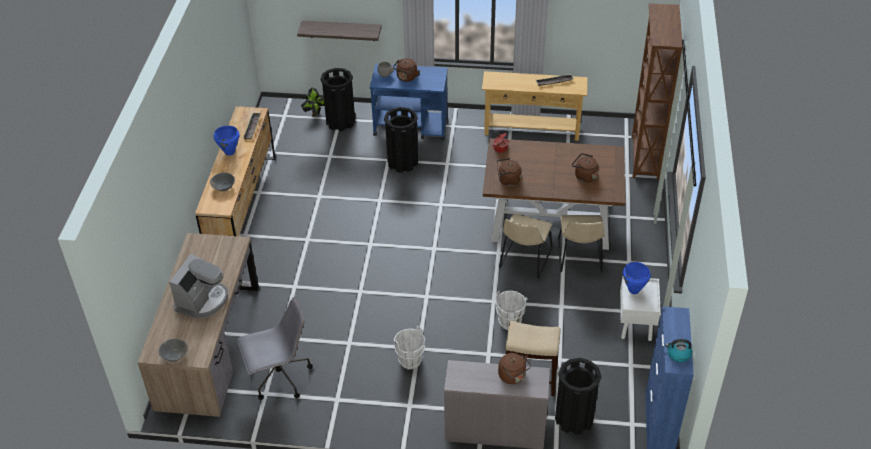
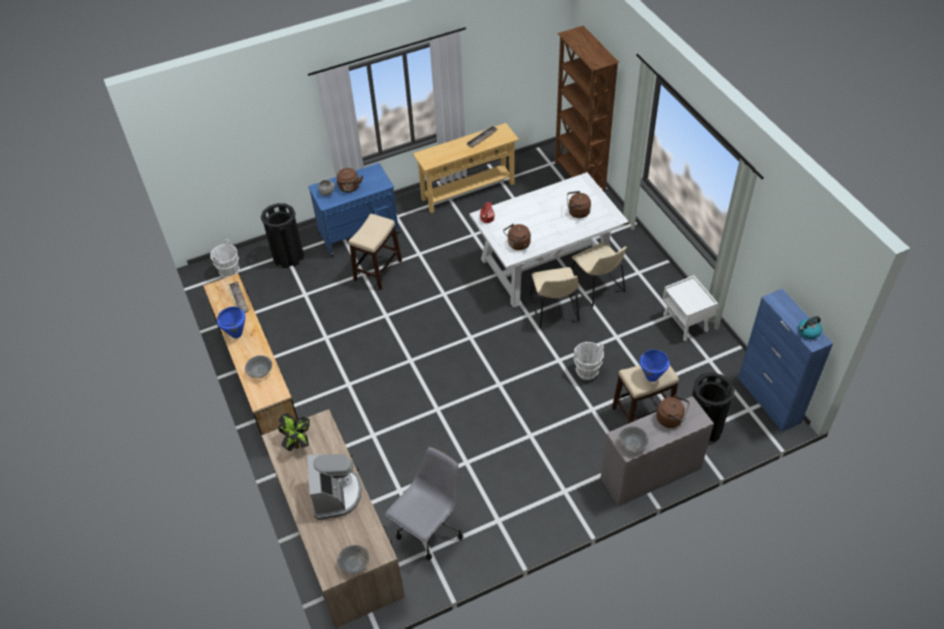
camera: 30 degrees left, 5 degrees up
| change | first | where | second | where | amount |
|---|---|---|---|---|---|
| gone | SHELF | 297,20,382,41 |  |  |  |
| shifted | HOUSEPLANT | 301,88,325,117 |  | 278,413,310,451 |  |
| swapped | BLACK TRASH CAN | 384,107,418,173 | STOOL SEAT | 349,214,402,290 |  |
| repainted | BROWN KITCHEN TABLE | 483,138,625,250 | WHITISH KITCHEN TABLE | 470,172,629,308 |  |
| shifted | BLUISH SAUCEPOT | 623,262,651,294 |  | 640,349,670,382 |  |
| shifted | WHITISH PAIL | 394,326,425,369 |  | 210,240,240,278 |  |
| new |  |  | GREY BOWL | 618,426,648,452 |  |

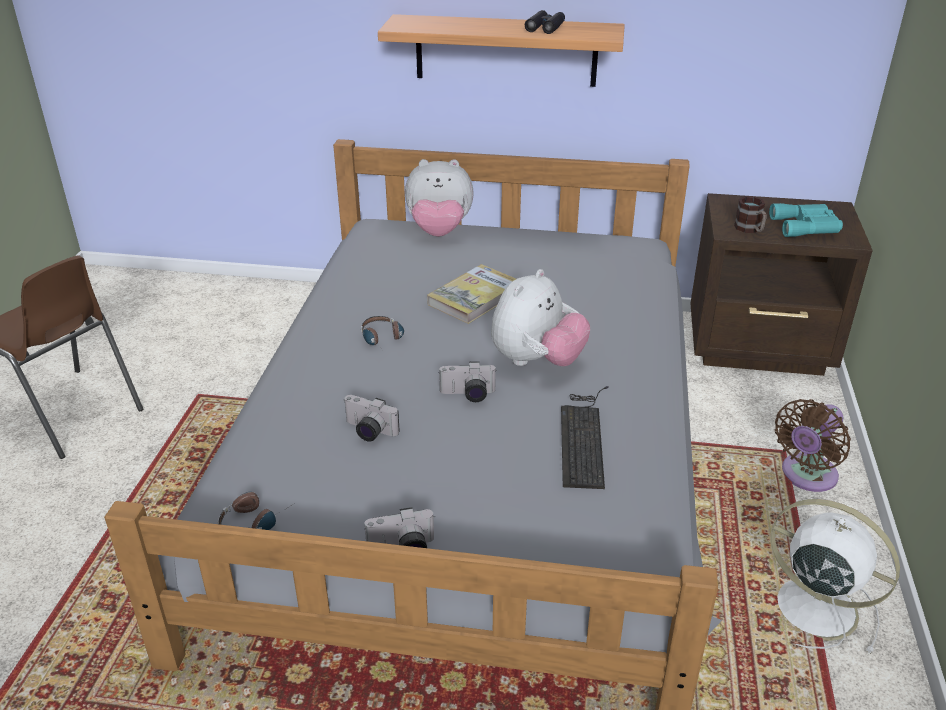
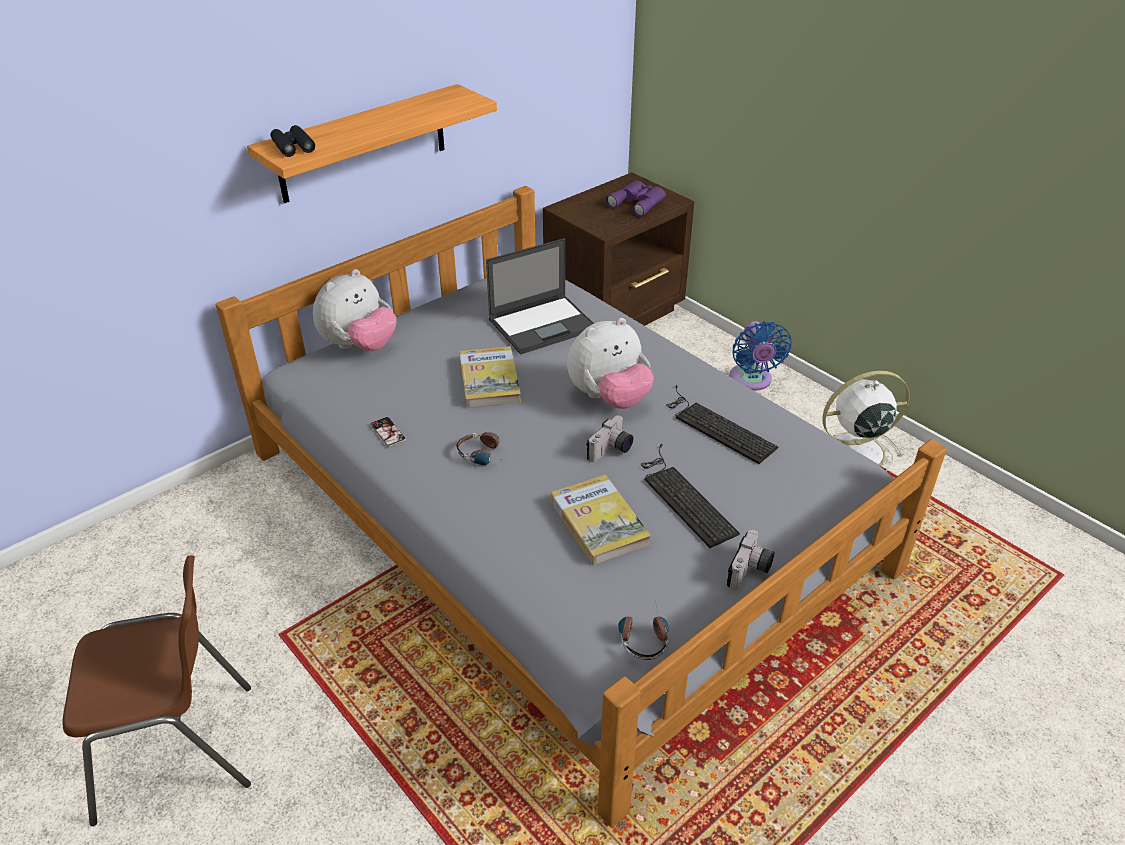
camera: 50 degrees left, 5 degrees up
| change | first | where | second | where | amount |
|---|---|---|---|---|---|
| shifted | BLACK FIELD GLASSES | 525,10,565,34 |  | 270,125,315,157 |  |
| gone | COFFEE MUG | 734,196,767,233 |  |  |  |
| repainted | TURQUOISE-COLOURED FIELD GLASSES | 769,203,843,237 | PURPLE-COLOURED FIELD GLASSES | 606,181,666,217 |  |
| rotated | CUDDLY TOY | 491,269,590,367 |  | 567,318,654,409 | 75 degrees clockwise |
| swapped | STILL CAMERA | 343,395,400,442 | BOUND BOOK | 551,475,651,565 |  |
| repainted | BROWN FAN | 775,399,851,492 | BLUISH FAN | 729,321,792,391 |  |
| new |  |  | PORTABLE COMPUTER | 486,238,594,355 |  |
| new |  |  | TELEPHONE | 370,417,406,447 |  |
| new |  |  | COMPUTER KEYBOARD | 641,444,740,548 |  |

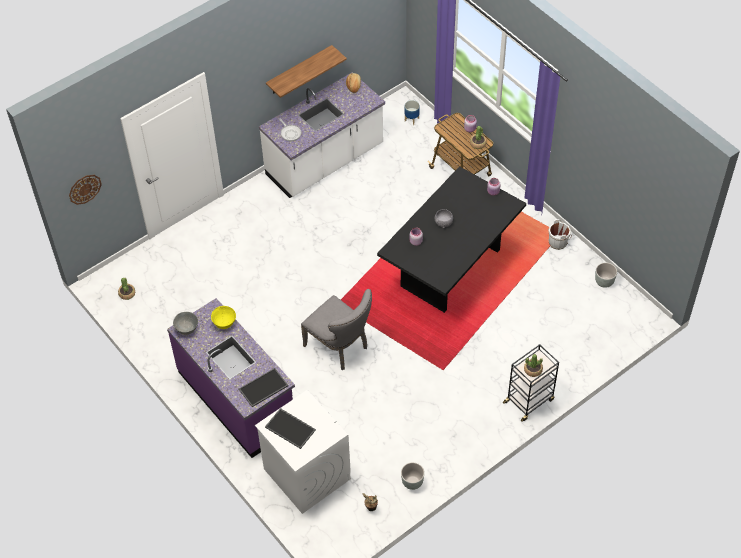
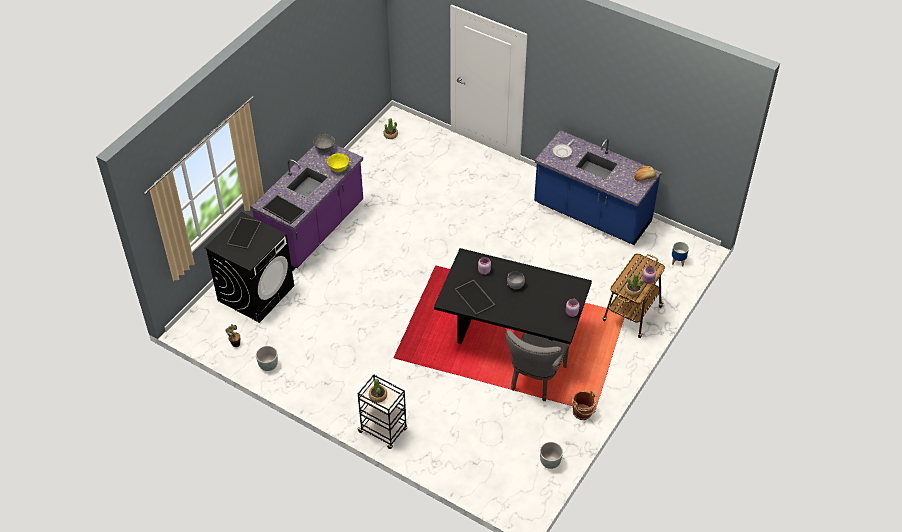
camera: 70 degrees right, 5 degrees down
| change | first | where | second | where | amount |
|---|---|---|---|---|---|
| gone | SHELF | 266,45,347,98 |  |  |  |
| repainted | WHITISH COUNTER | 259,72,385,198 | BLUISH COUNTER | 534,130,661,245 |  |
| gone | HANGING CLOCK | 69,175,102,205 |  |  |  |
| repainted | WHITISH PAIL | 548,219,572,250 | BROWN PAIL | 572,391,597,420 |  |
| shifted | GREY CHAIR | 301,289,372,370 |  | 505,330,570,401 |  |
| repainted | WHITISH LAUNDRY MACHINE | 255,390,351,514 | BLACK LAUNDRY MACHINE | 205,212,294,323 |  |
| new |  |  | TRAY | 455,280,495,315 |  |

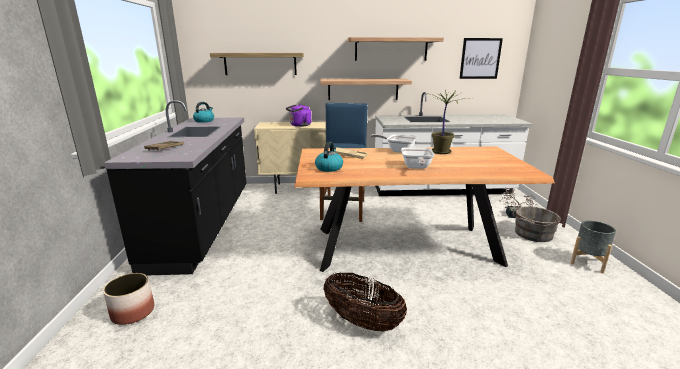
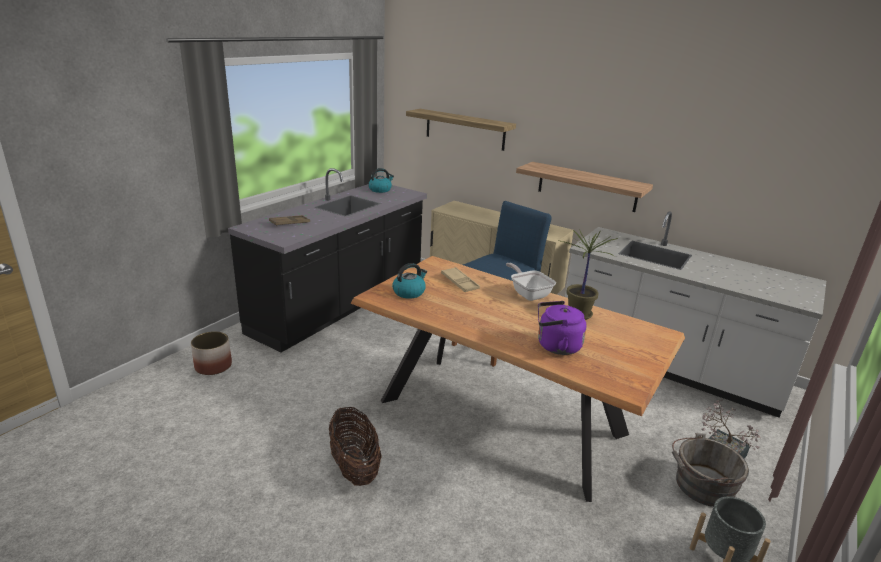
camera: 35 degrees right, 5 degrees up
| change | first | where | second | where | amount |
|---|---|---|---|---|---|
| gone | SHELF | 347,37,444,61 |  |  |  |
| gone | WALL ART | 459,38,503,79 |  |  |  |
| shifted | PURPLE-COLOURED TEA KETTLE | 286,104,312,127 |  | 538,301,587,355 |  |
| gone | SKILLET | 401,147,435,169 |  |  |  |

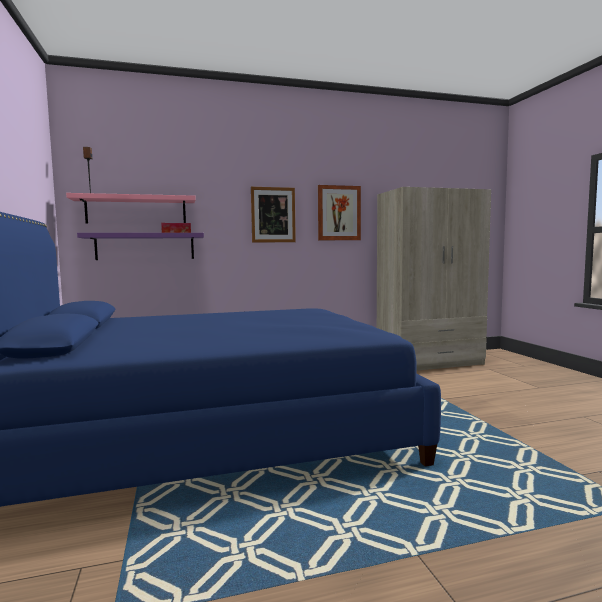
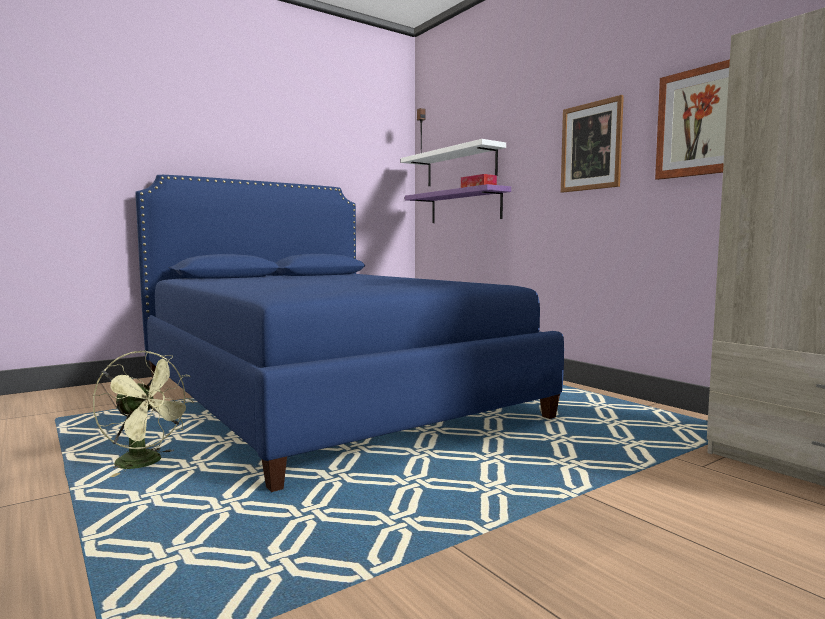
camera: 70 degrees right, 0 degrees up
| change | first | where | second | where | amount |
|---|---|---|---|---|---|
| repainted | PINKISH SHELF | 66,193,196,224 | WHITISH SHELF | 401,139,506,186 |  |
| new |  |  | GREENISH FAN | 93,351,194,477 |  |

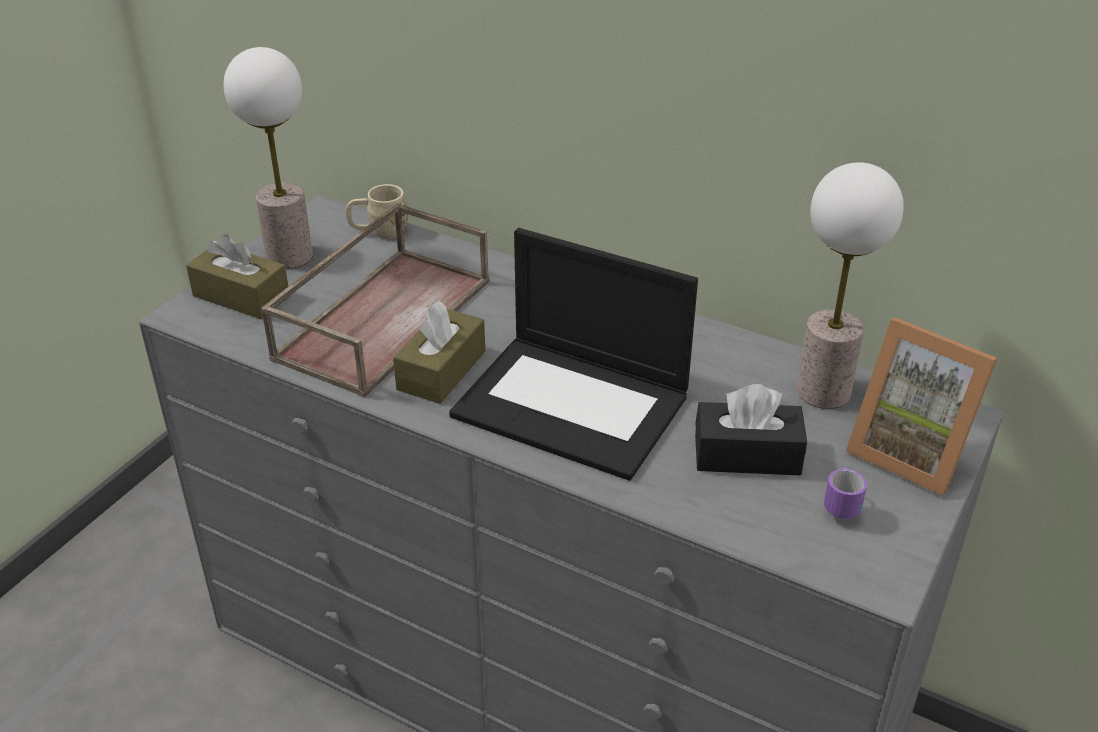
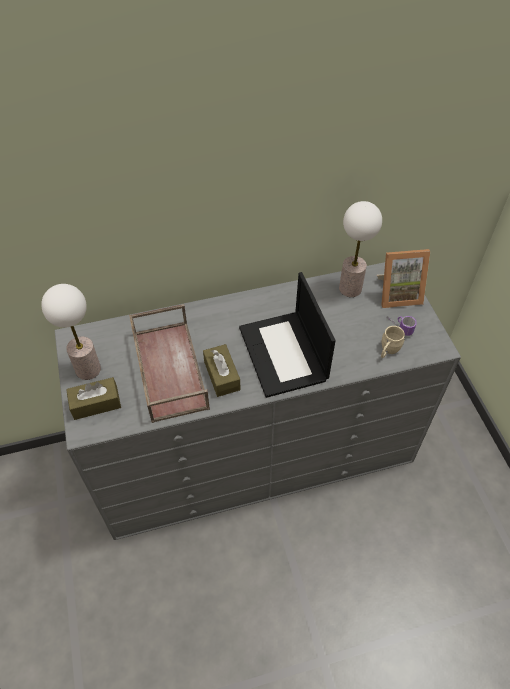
camera: 45 degrees left, 15 degrees up
| change | first | where | second | where | amount |
|---|---|---|---|---|---|
| shifted | SAND-COLOURED COFFEE MUG | 346,184,408,239 |  | 381,326,405,358 |  |
| rotated | PORTABLE COMPUTER | 449,228,698,481 |  | 239,272,336,398 | 90 degrees clockwise |
| gone | BLACK TISSUE BOX | 695,384,807,475 |  |  |  |

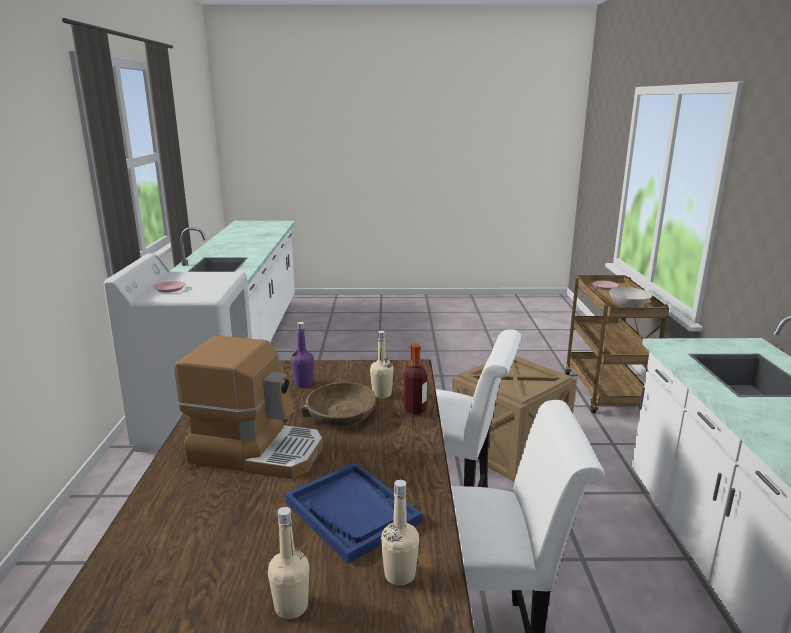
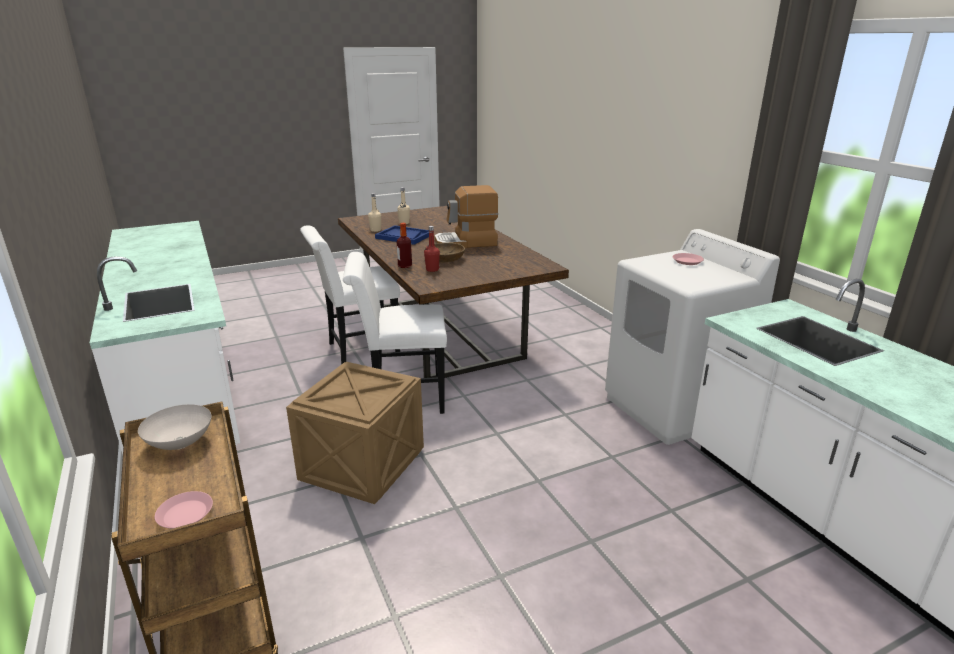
camera: 155 degrees right, 5 degrees up
| change | first | where | second | where | amount |
|---|---|---|---|---|---|
| gone | PURPLE-COLOURED DRINK BOTTLE | 291,322,314,387 |  |  |  |
| repainted | SAND-COLOURED DRINK BOTTLE | 370,331,394,398 | REDDISH DRINK BOTTLE | 424,226,440,272 |  |

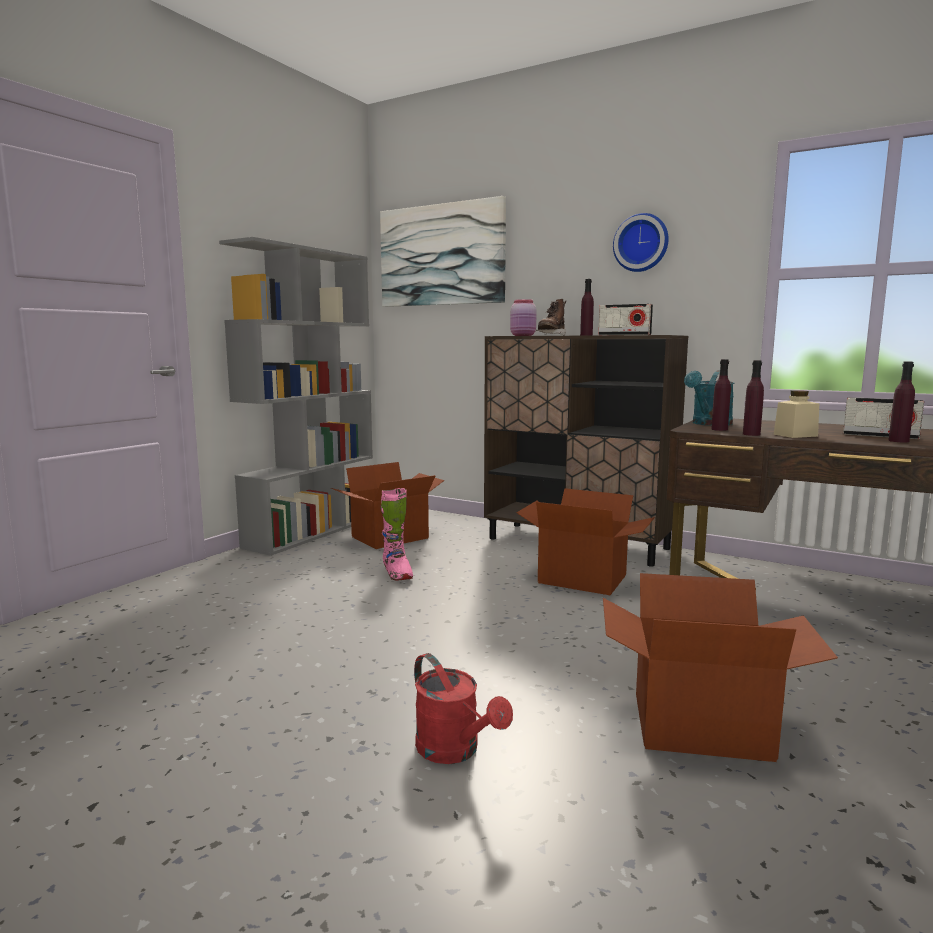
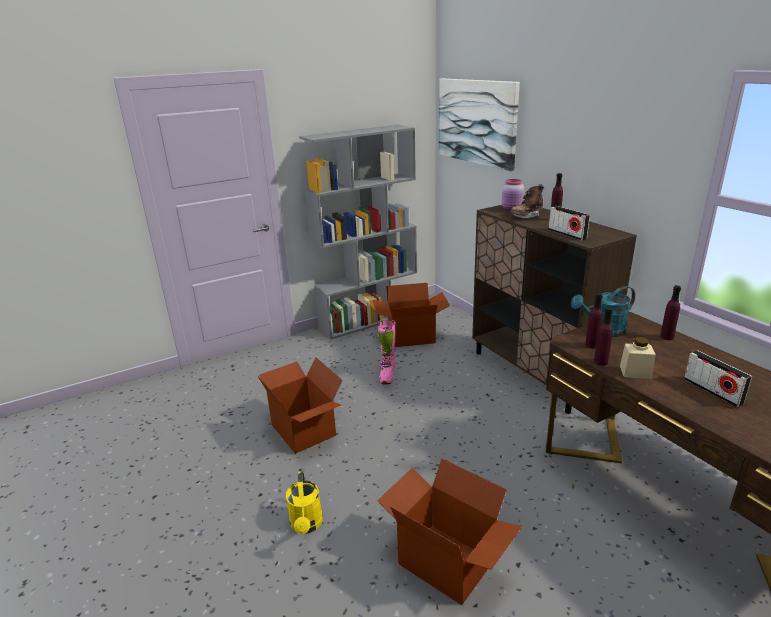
camera: 30 degrees right, 15 degrees up
| change | first | where | second | where | amount |
|---|---|---|---|---|---|
| gone | HANGING CLOCK | 613,213,669,272 |  |  |  |
| shifted | PURPLE-COLOURED DRINK BOTTLE | 888,362,915,443 |  | 660,285,681,340 |  |
| shifted | PACKING BOX | 516,488,655,595 |  | 257,357,343,454 |  |
| repainted | REDDISH SPRINKLING CAN | 414,653,513,764 | YELLOW-COLOURED SPRINKLING CAN | 286,471,323,534 |  |

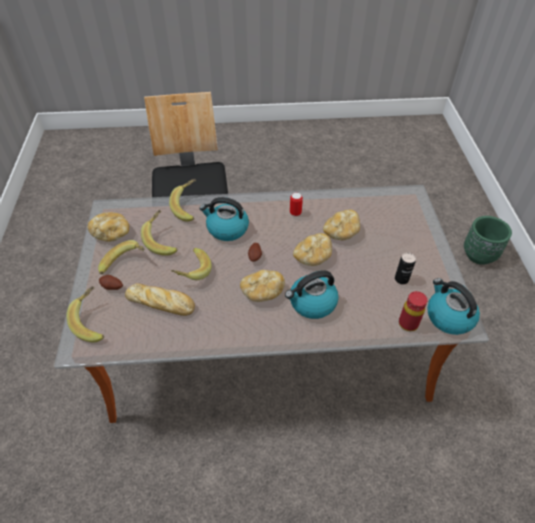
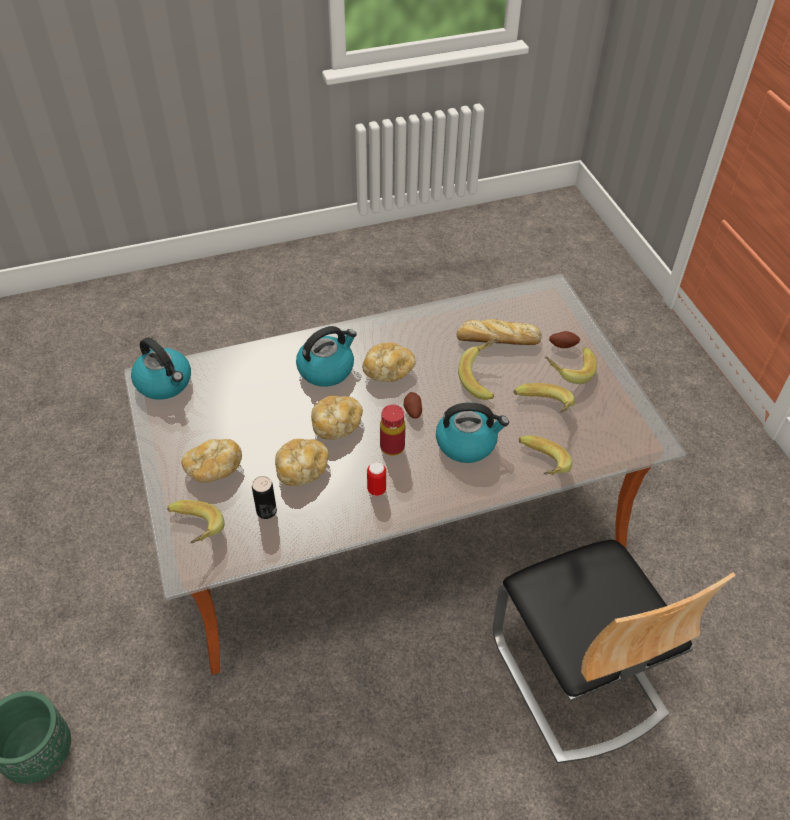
camera: 165 degrees right, 0 degrees up
| change | first | where | second | where | amount |
|---|---|---|---|---|---|
| shifted | BAKERY BREAD | 87,212,129,242 |  | 181,439,242,483 |  |
| shifted | SEALED CAN | 395,252,416,284 |  | 252,476,277,519 |  |
| shifted | BANANA FRUIT | 66,286,104,342 |  | 167,500,224,543 |  |
| shifted | REDDISH DRINK BOTTLE | 399,291,427,331 |  | 380,405,405,456 |  |

